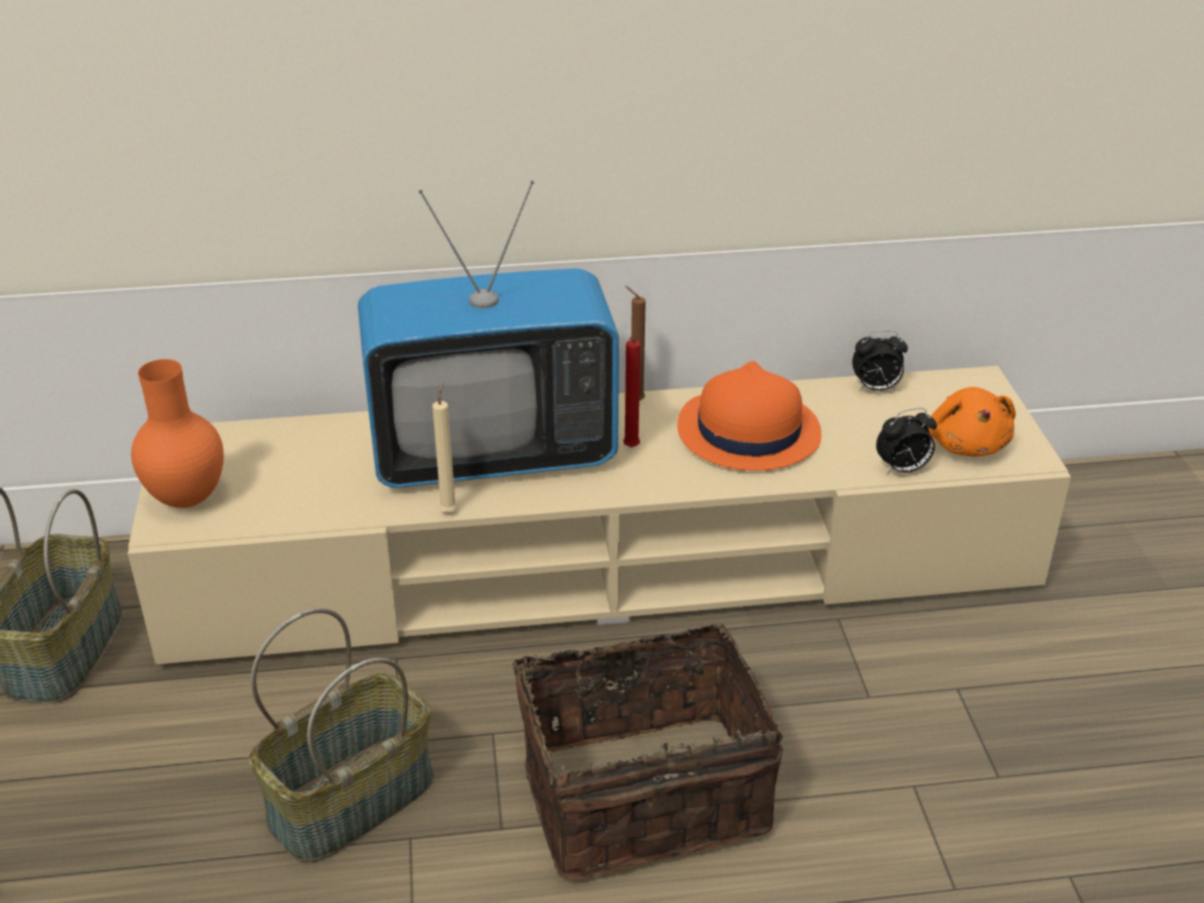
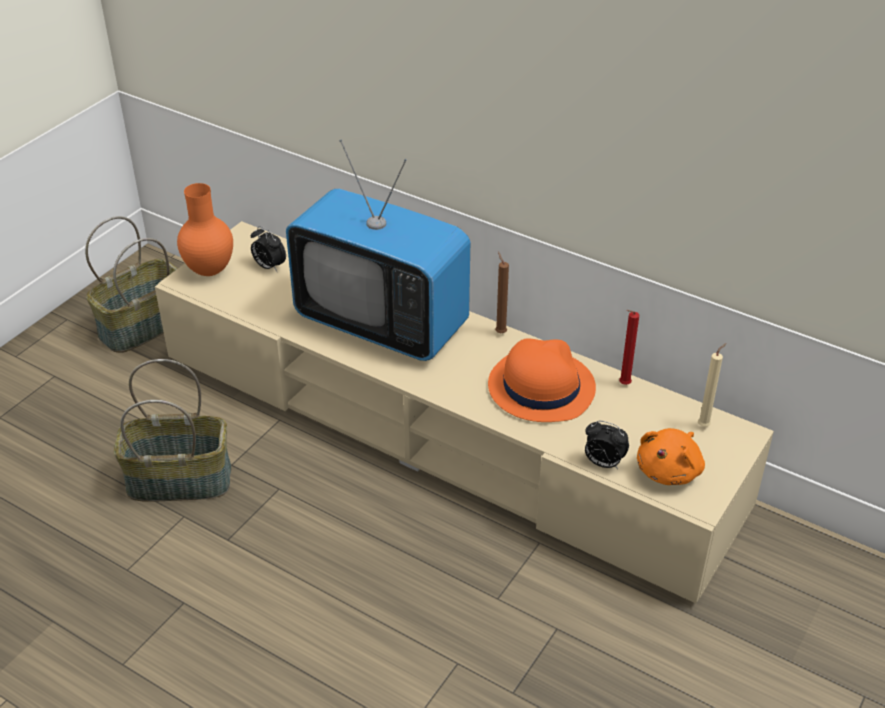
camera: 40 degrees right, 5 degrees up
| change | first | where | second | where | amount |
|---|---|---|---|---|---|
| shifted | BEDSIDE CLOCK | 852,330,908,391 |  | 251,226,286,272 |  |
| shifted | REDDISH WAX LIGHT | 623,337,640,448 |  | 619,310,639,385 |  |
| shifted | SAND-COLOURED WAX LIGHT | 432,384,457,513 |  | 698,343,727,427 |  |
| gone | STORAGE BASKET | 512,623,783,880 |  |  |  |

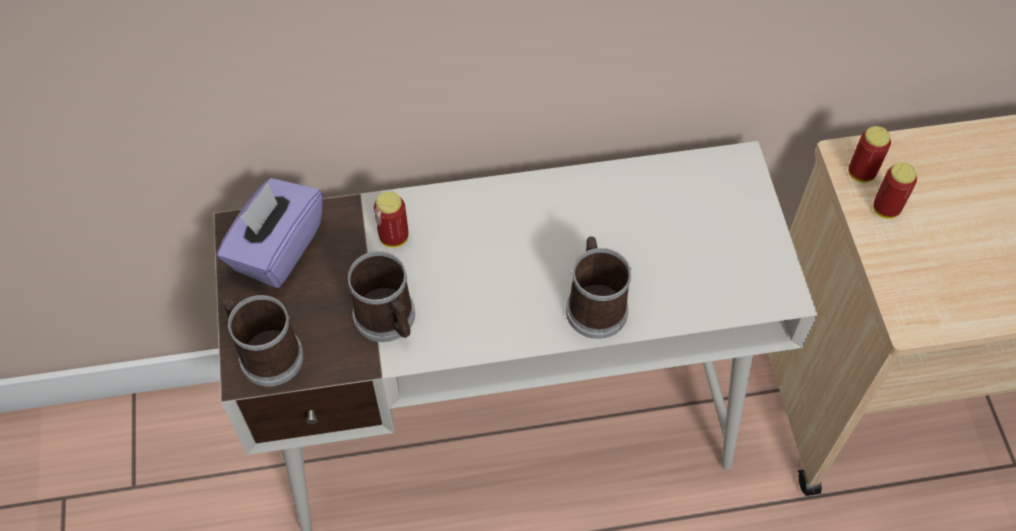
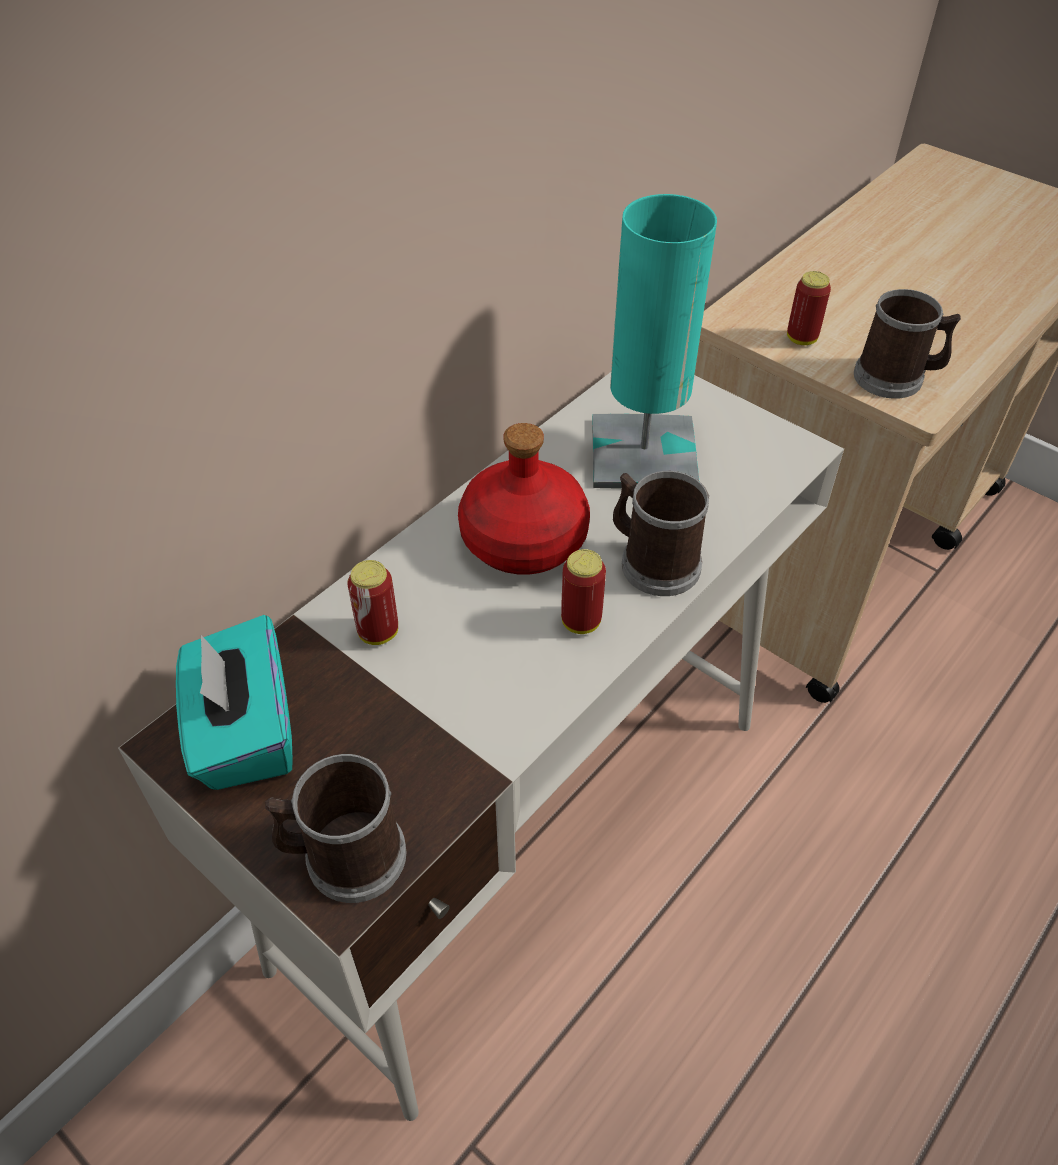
camera: 40 degrees left, 10 degrees down
| change | first | where | second | where | amount |
|---|---|---|---|---|---|
| shifted | SEALED CAN | 848,126,891,183 |  | 561,549,606,634 |  |
| repainted | PURPLE-COLOURED TISSUE BOX | 217,178,323,288 | TURQUOISE-COLOURED TISSUE BOX | 176,615,292,790 |  |
| shifted | COFFEE MUG | 347,251,415,342 |  | 854,289,961,399 |  |
| new |  |  | TURQUOISE-COLOURED LAMP FOR A TABLE | 592,194,717,489 |  |
| new |  |  | REDDISH DRINK BOTTLE | 458,423,590,575 |  |

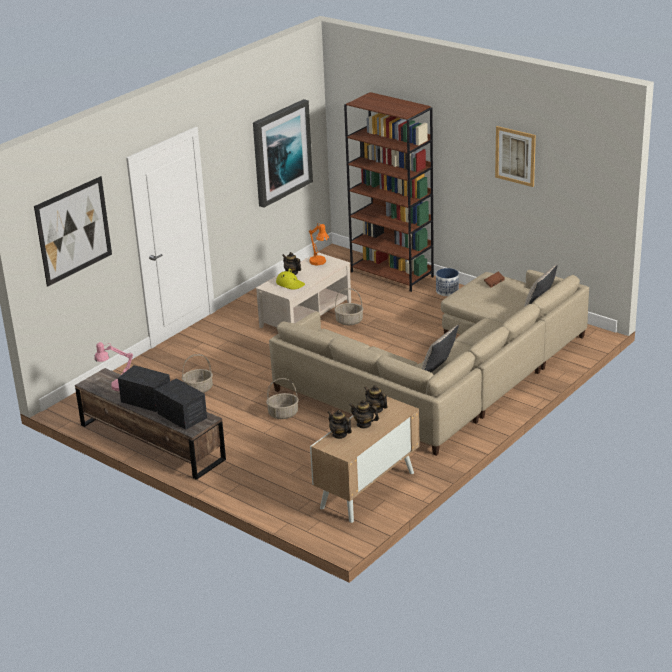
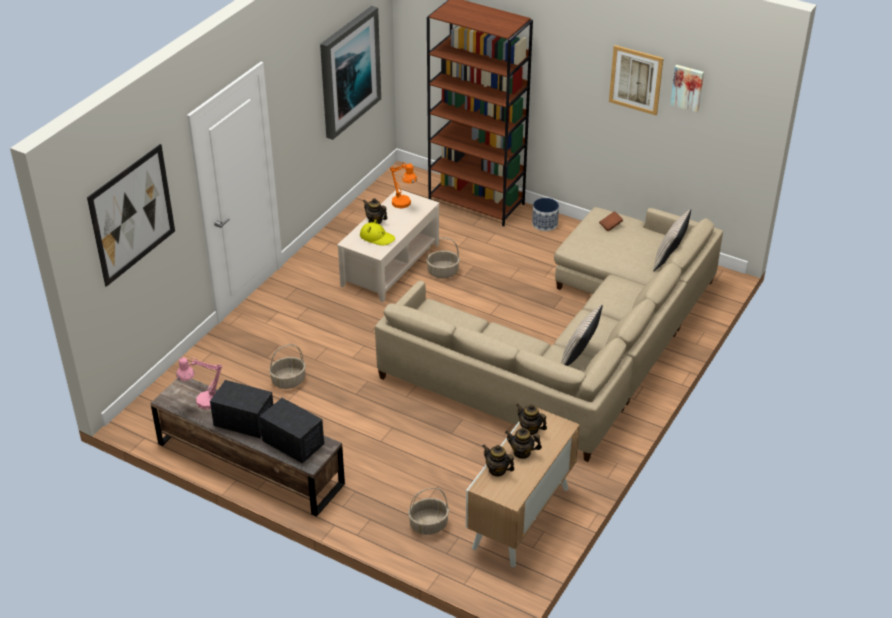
camera: 10 degrees left, 10 degrees up
| change | first | where | second | where | amount |
|---|---|---|---|---|---|
| shifted | STORAGE BASKET | 266,378,299,419 |  | 408,488,449,535 |  |
| new |  |  | WALL ART | 670,65,704,112 |  |

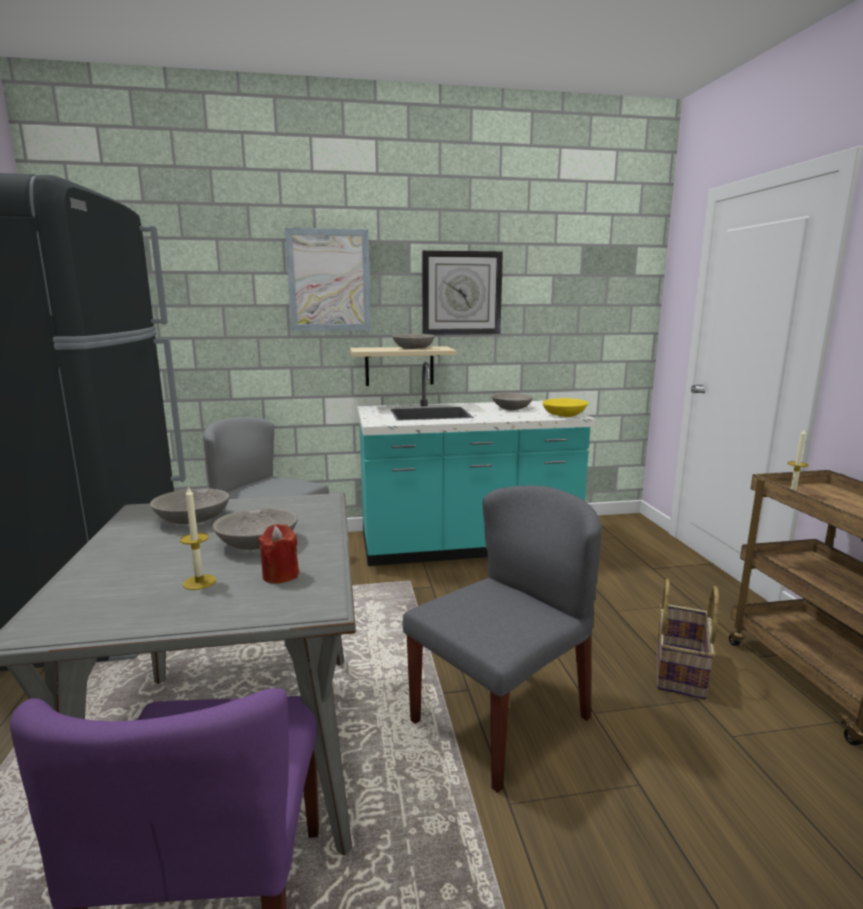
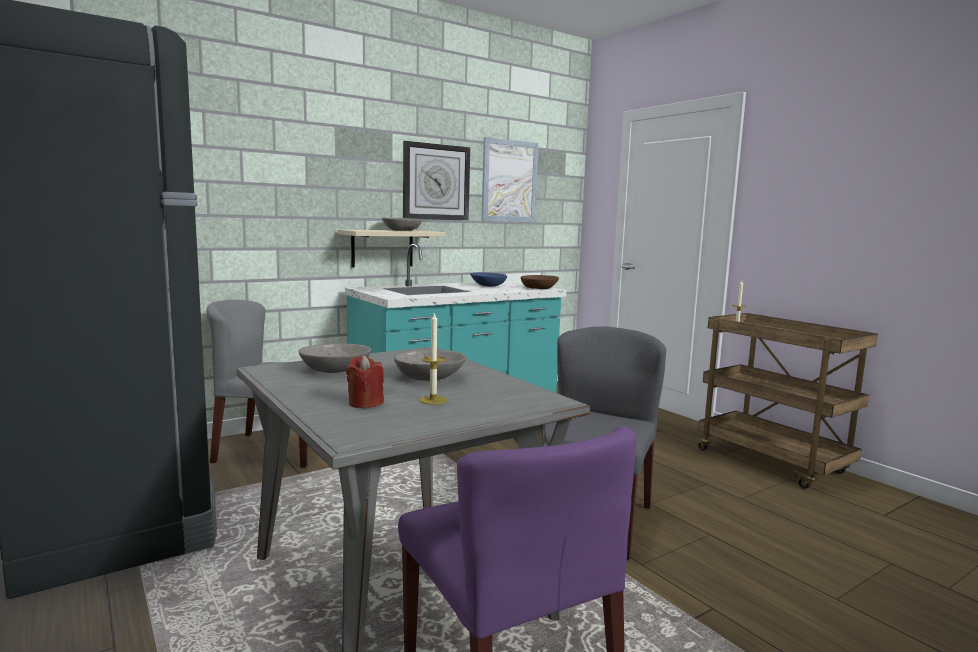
camera: 25 degrees left, 5 degrees down
| change | first | where | second | where | amount |
|---|---|---|---|---|---|
| shifted | WALL ART | 285,228,371,331 |  | 482,137,538,222 |  |
| repainted | GREY BOWL | 491,393,533,410 | BLUISH BOWL | 470,273,507,287 |  |
| repainted | YELLOW-COLOURED BOWL | 543,398,588,417 | BROWN BOWL | 521,275,559,289 |  |
| shifted | REDDISH WAX LIGHT | 258,524,299,584 |  | 346,355,384,408 |  |
| gone | STORAGE BASKET | 657,578,719,699 |  |  |  |

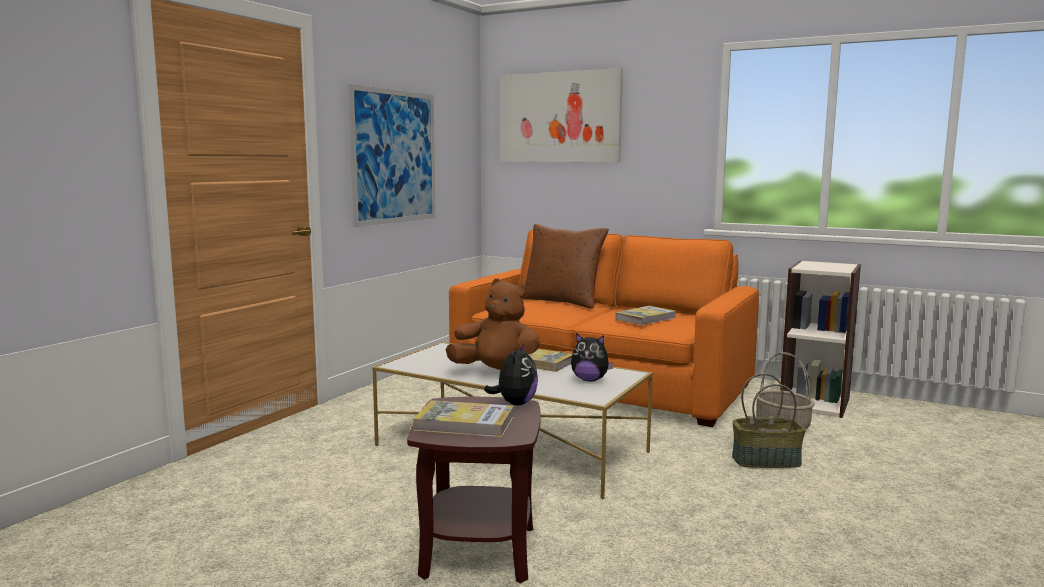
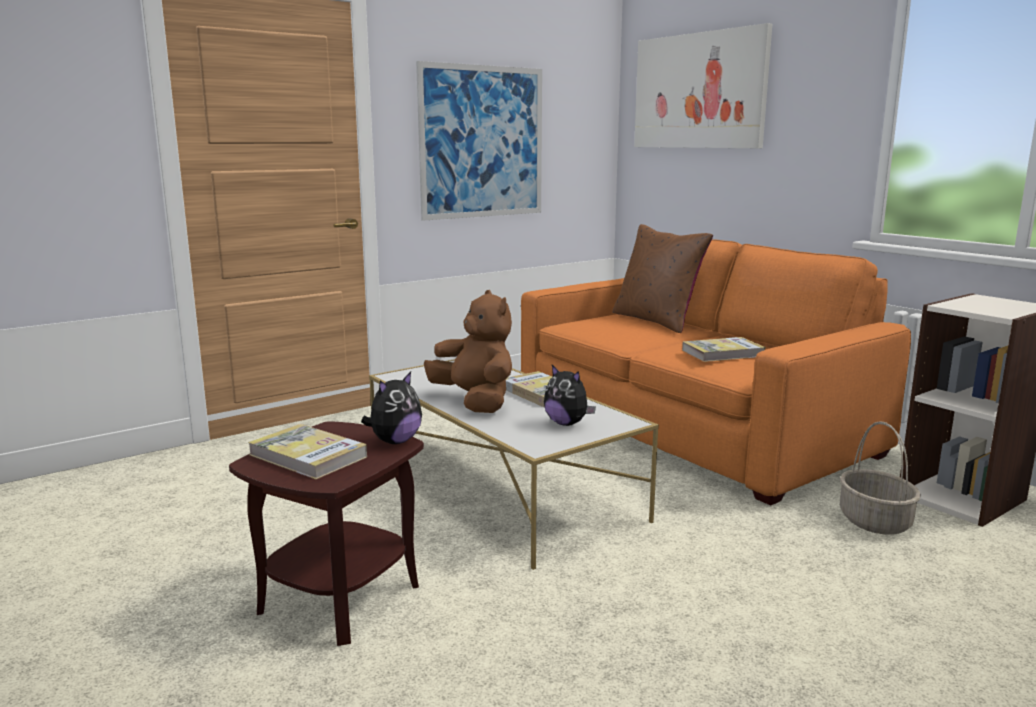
camera: 25 degrees right, 5 degrees up
| change | first | where | second | where | amount |
|---|---|---|---|---|---|
| gone | STORAGE BASKET | 732,373,806,468 |  |  |  |

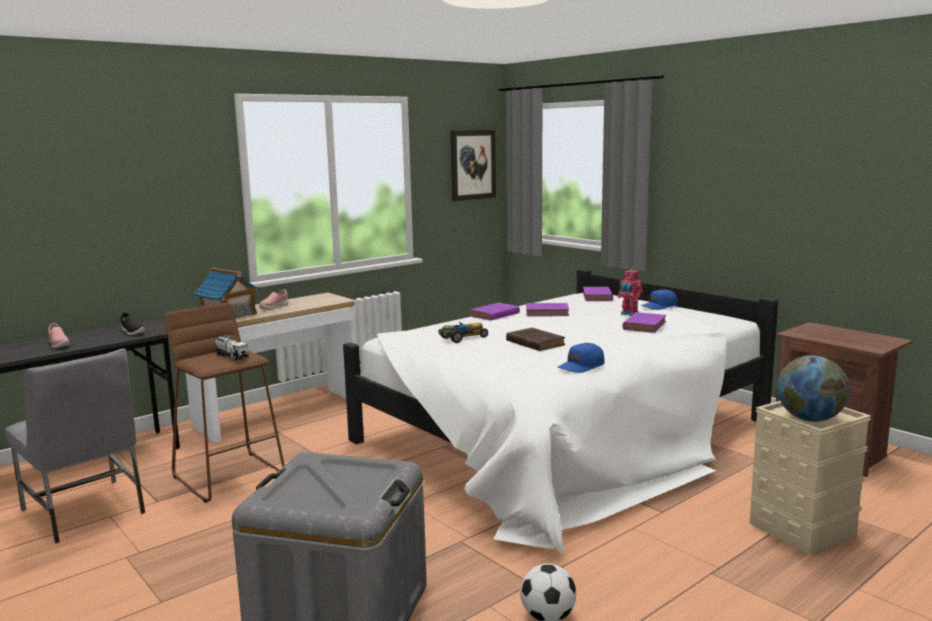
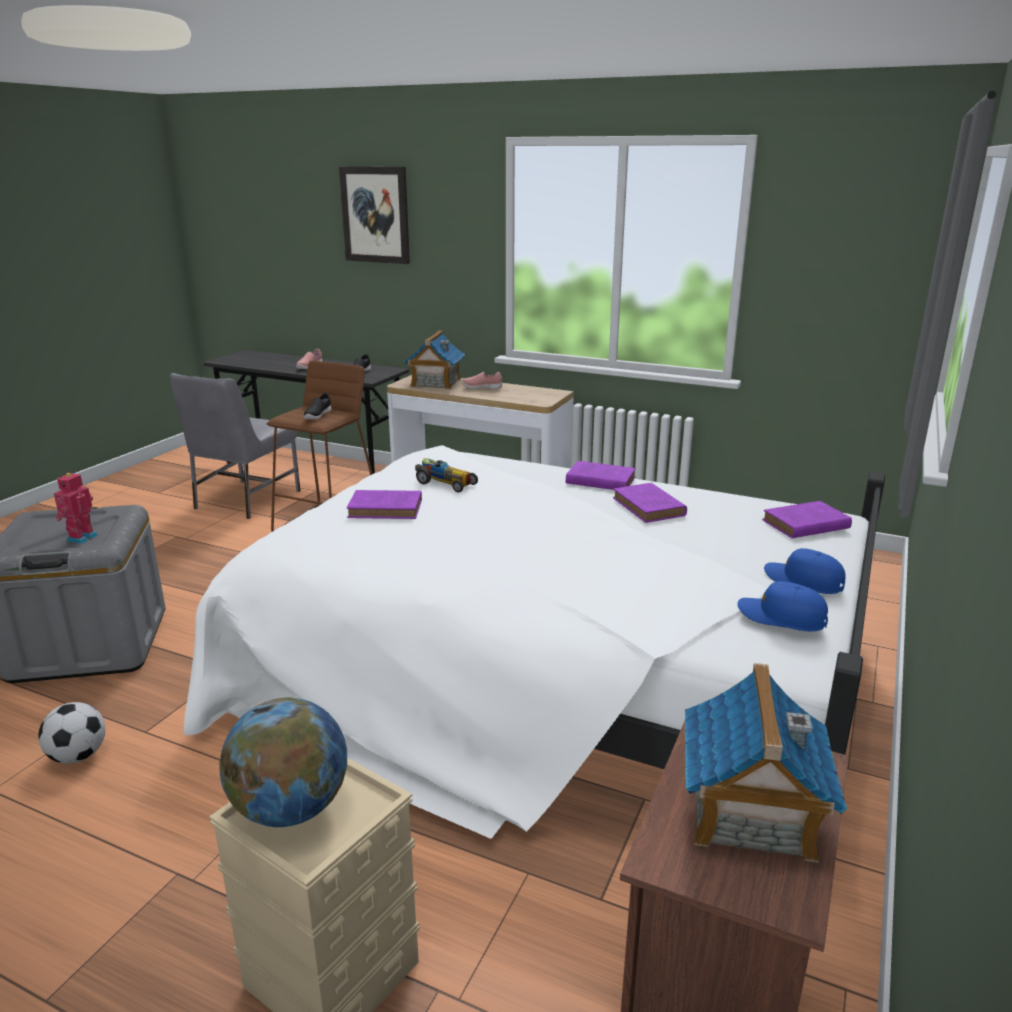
camera: 65 degrees right, 10 degrees up
| change | first | where | second | where | amount |
|---|---|---|---|---|---|
| shifted | WALL ART | 450,130,496,201 |  | 339,166,410,264 |  |
| shifted | ROBOT FIGURE | 618,269,643,316 |  | 54,471,98,544 |  |
| shifted | PURPLE-COLOURED BOUND BOOK | 622,312,666,333 |  | 347,490,422,519 |  |
| gone | BROWN BOUND BOOK | 506,328,565,351 |  |  |  |
| swapped | TOY TRUCK | 215,335,249,361 | BLACK SHOE | 304,393,332,419 |  |
| shifted | BLUISH PEAKED CAP | 558,343,605,373 |  | 738,581,828,631 |  |
| new |  |  | TOY HOUSE | 685,663,847,863 |  |

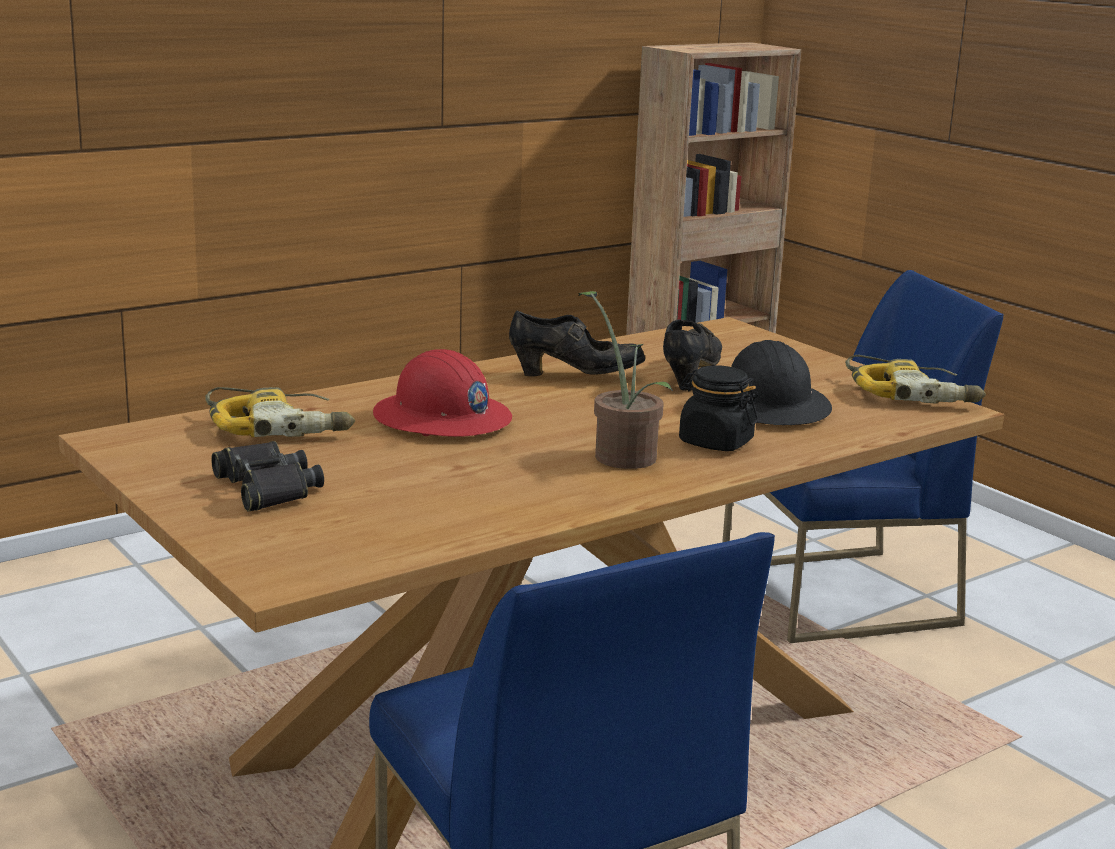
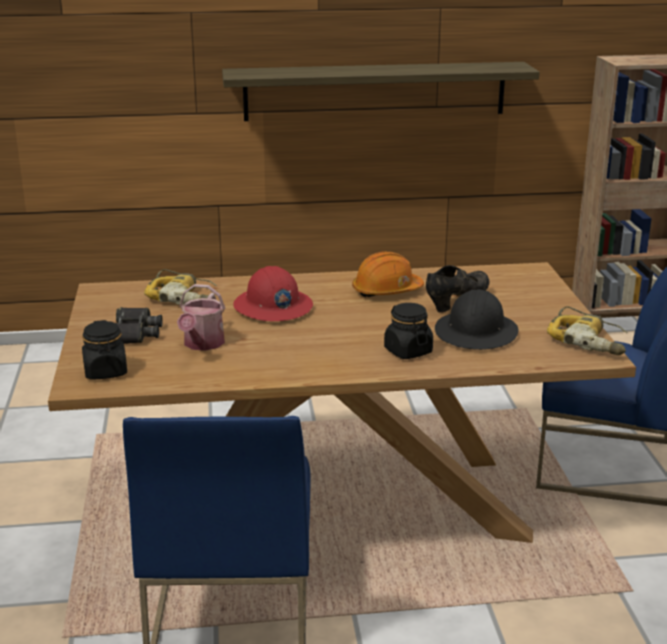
camera: 30 degrees right, 5 degrees up
| change | first | where | second | where | amount |
|---|---|---|---|---|---|
| gone | HOUSEPLANT | 579,291,673,469 |  |  |  |
| swapped | BLACK SHOE | 509,310,645,376 | ORANGE SAFETY HELMET | 352,251,424,297 |  |
| new |  |  | SHELF | 222,62,540,121 |  |
| new |  |  | SPRINKLING CAN | 177,284,225,351 |  |
| new |  |  | BLACK PRESERVE JAR | 82,320,127,380 |  |

